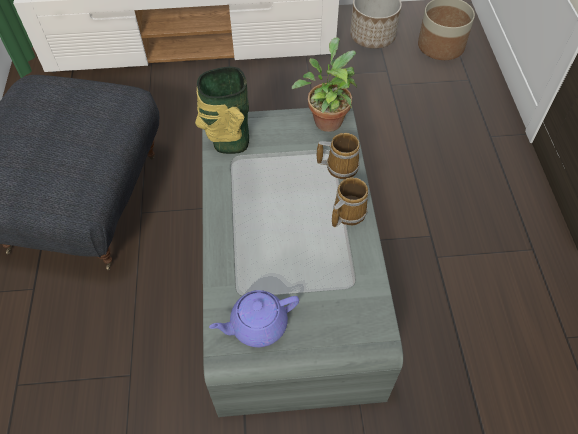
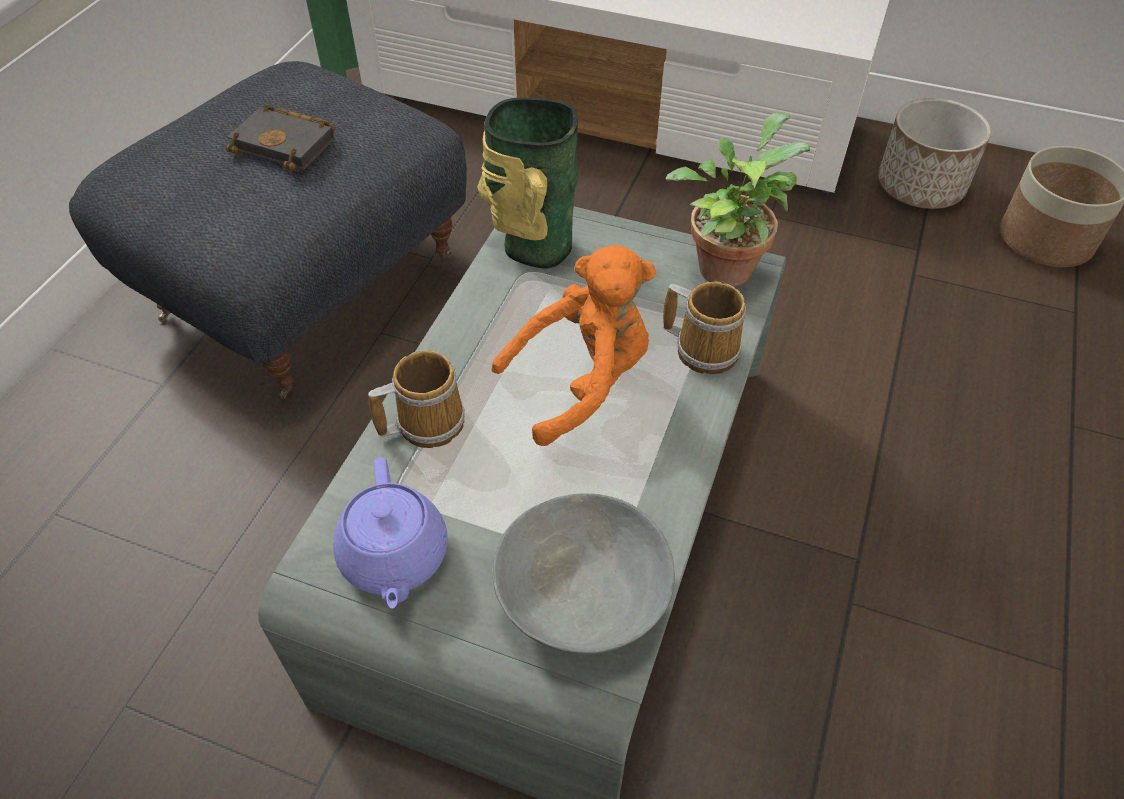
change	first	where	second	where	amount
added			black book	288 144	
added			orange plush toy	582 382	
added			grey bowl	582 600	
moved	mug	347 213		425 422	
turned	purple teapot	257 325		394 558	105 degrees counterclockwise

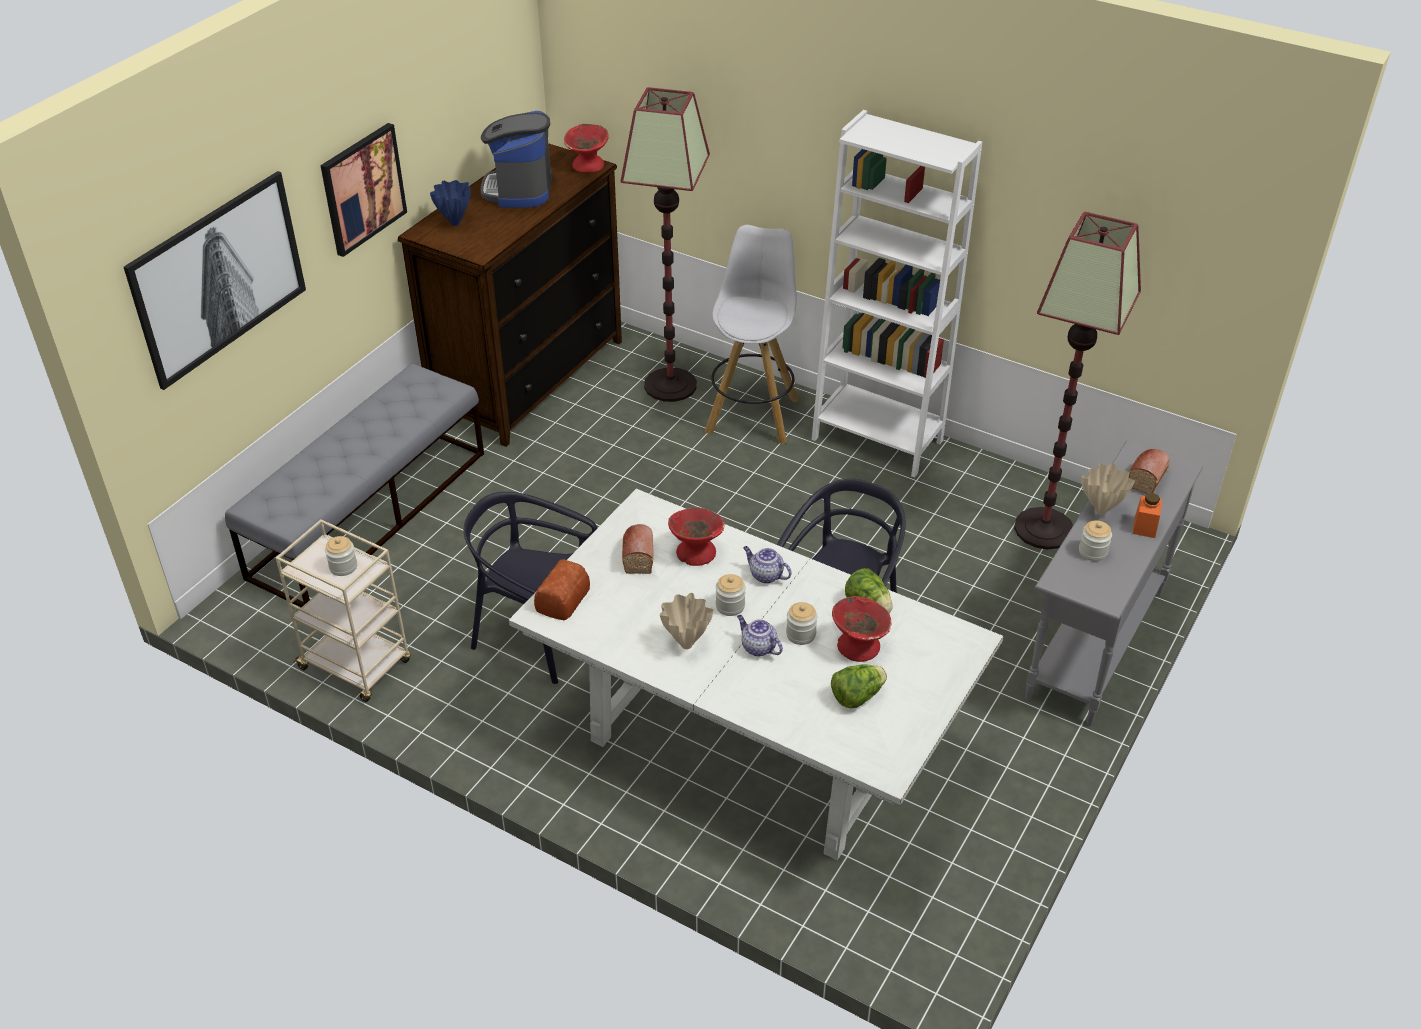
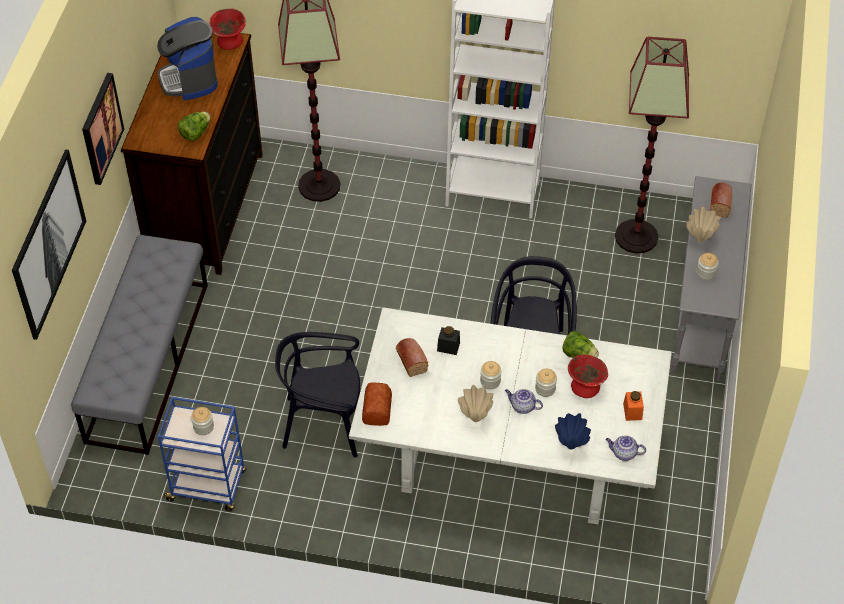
change	first	where	second	where	amount
removed	white stool	752 415			
moved	blue vase	455 222		570 445	
moved	teapot	765 575		623 453	
moved	lettuce	857 696		195 133	
moved	orange jar	1145 527		632 411	
replaced	red bowl	696 552	black jar	448 347	
recoloured	beige cart	357 666	blue cart	208 486	

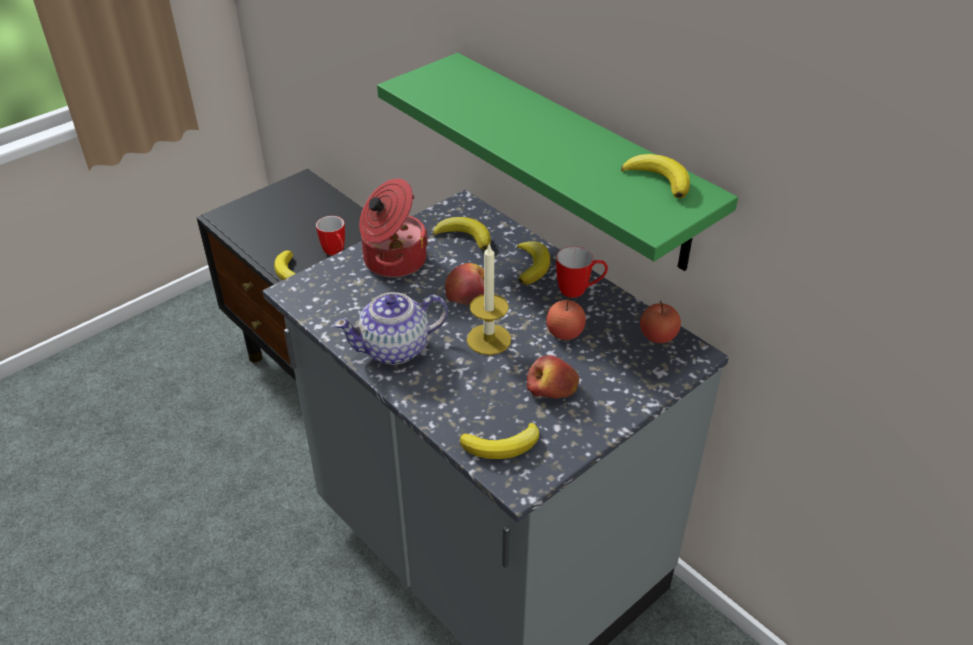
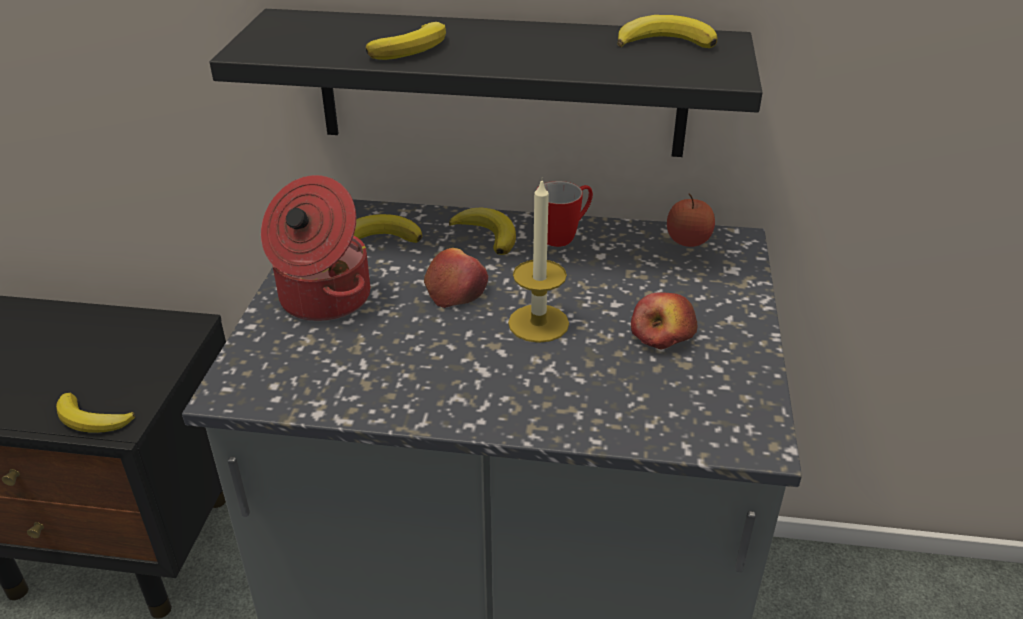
change	first	where	second	where	amount
removed	mug	336 253			
removed	teapot	396 348			
removed	apple	565 333			
moved	banana	502 446		413 48	
recoloured	green shelf	579 161	black shelf	501 84	

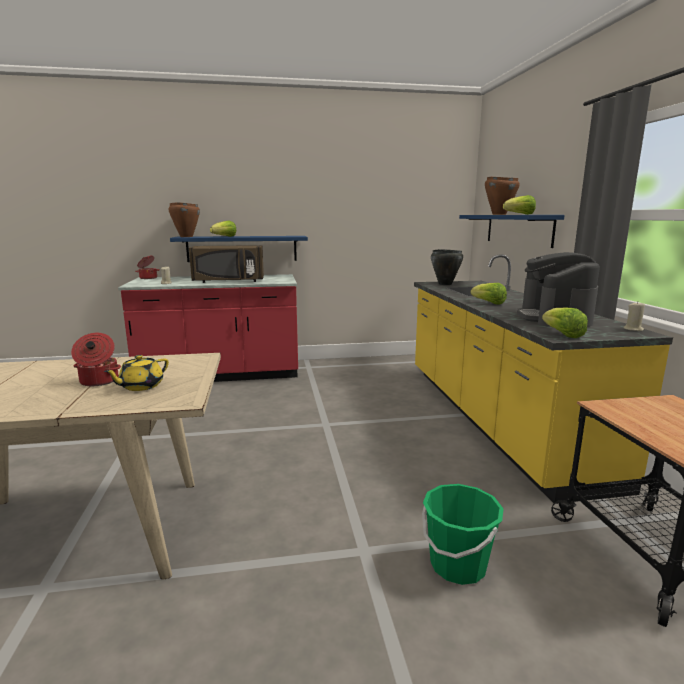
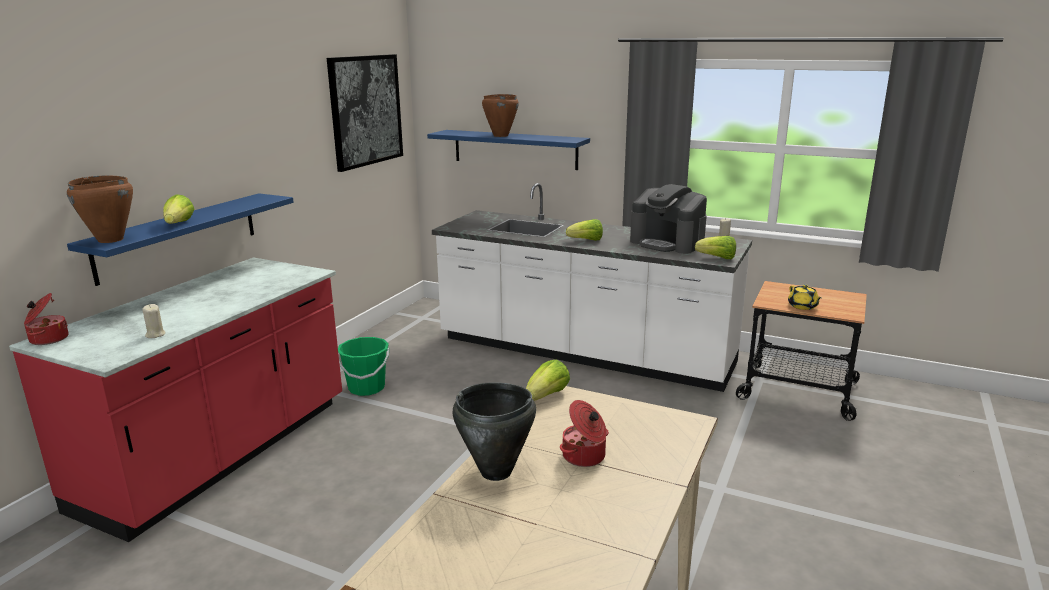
change	first	where	second	where	amount
removed	brown microwave	229 281			
added			picture	366 110	
moved	yellow teapot	140 386		803 306	
moved	green bucket	457 565		366 388	
moved	black cooking pot	445 284		496 472	
moved	lettuce	520 214		547 396	
recoloured	yellow counter	494 418	white counter	584 352	

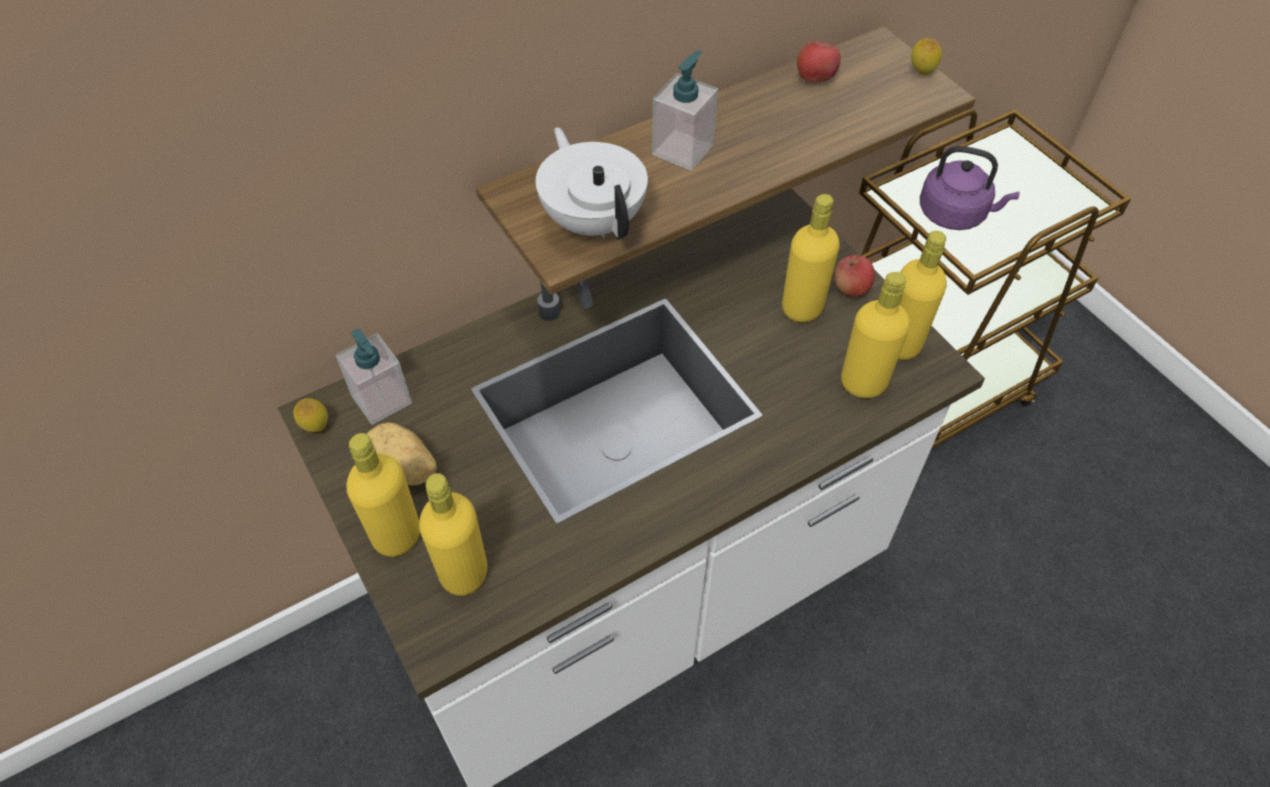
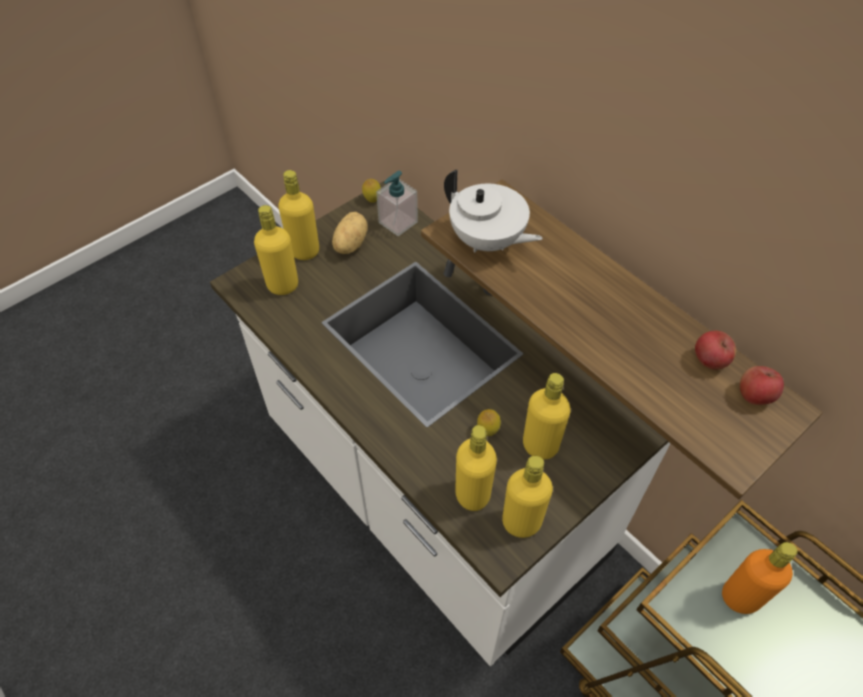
change	first	where	second	where	amount
removed	soap dispenser	683 149			
moved	apple	851 289		754 396	
moved	lemon	921 73		487 431	
replaced	purple kettle	955 214	orange bottle	740 597	
turned	white teapot	593 220		487 241	75 degrees clockwise

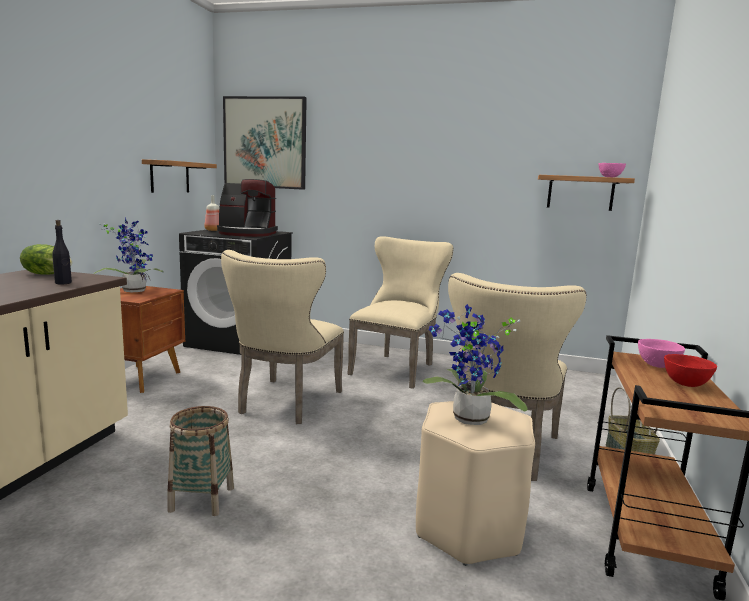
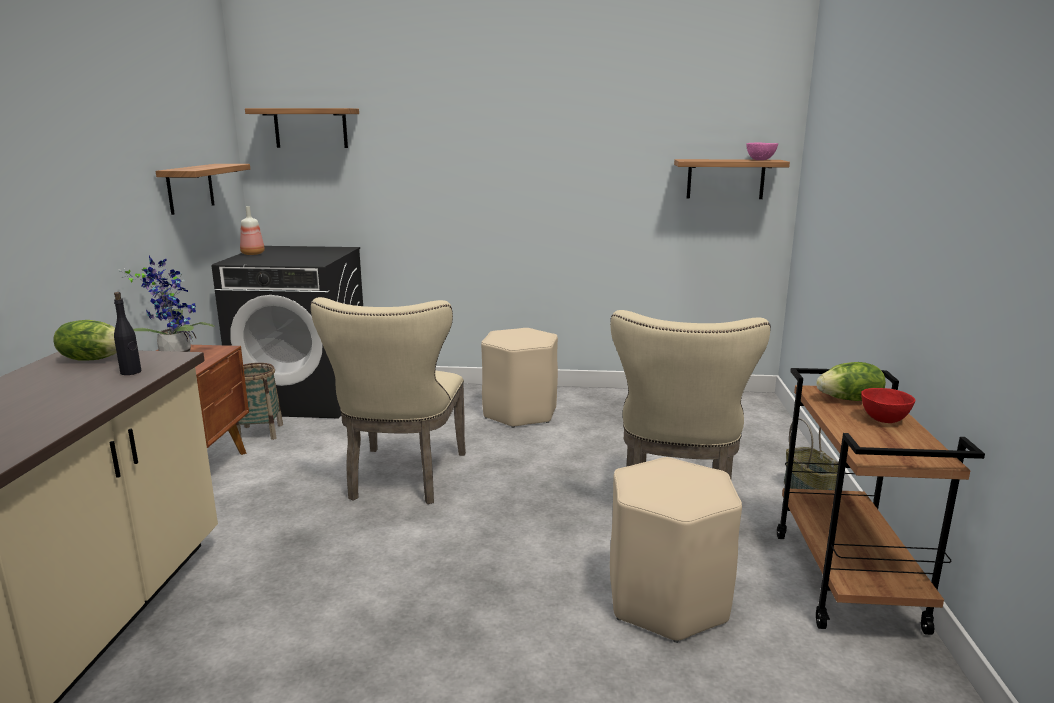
change	first	where	second	where	amount
removed	coffee machine	246 233			
removed	potted plant	467 420			
moved	basket	201 499		260 432	
replaced	picture	265 143	shelf	310 128	
replaced	beige chair	396 368	beige stool	520 413	
replaced	pink bowl	658 366	lettuce	850 399	

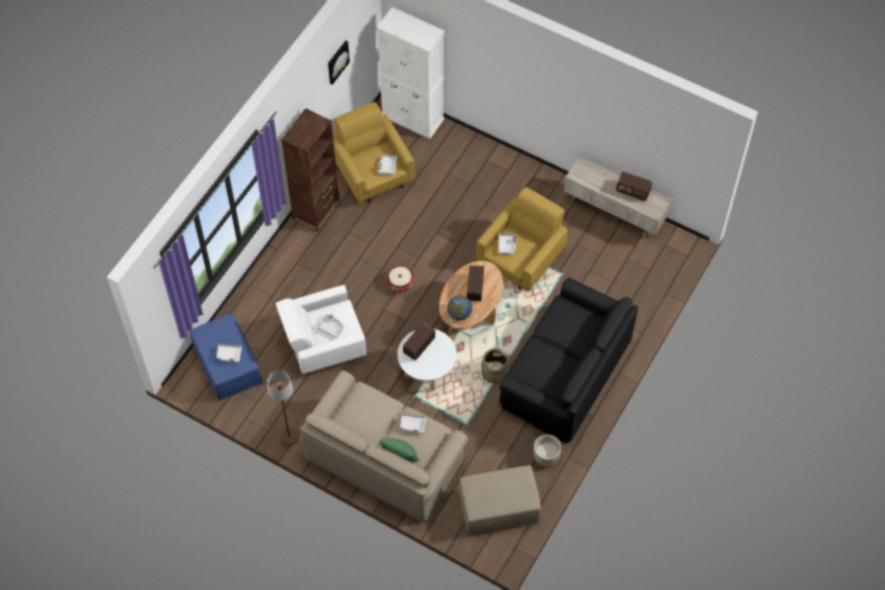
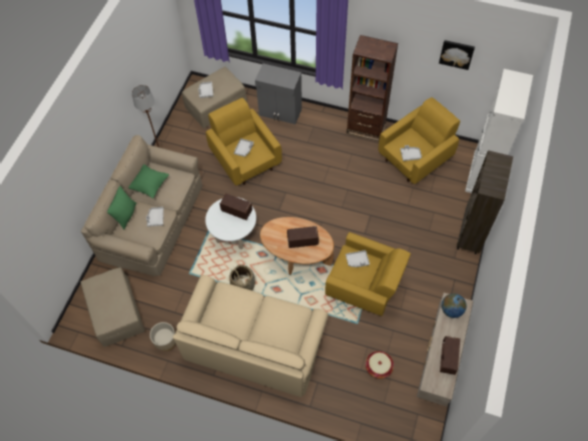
change	first	where	second	where	amount
added			green pillow	150 185	
added			grey cabinet	280 112	
added			brown bookcase	470 236	
moved	basket	400 283		378 367	
moved	globe	459 314		451 310	
recoloured	blue ottoman	227 364	beige ottoman	216 105	
recoloured	white armchair	323 343	yellow armchair	245 159	
recoloured	black sofa	565 372	beige sofa	254 343	

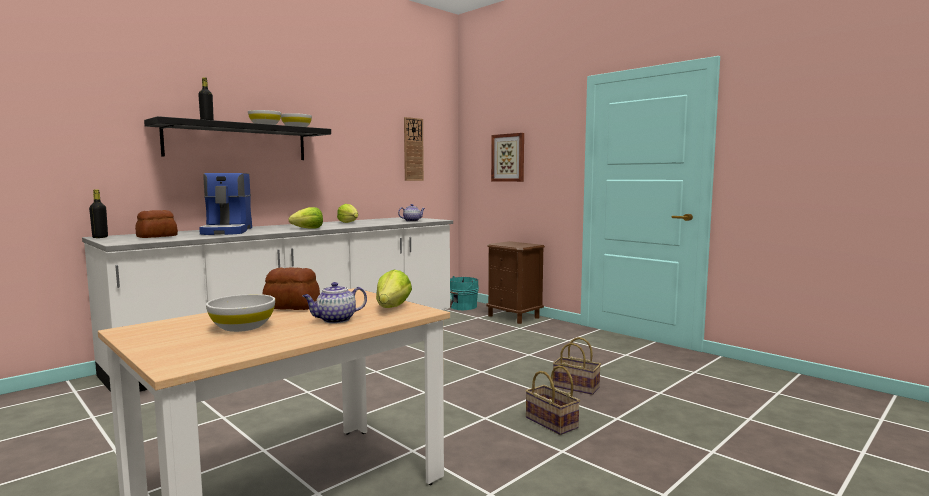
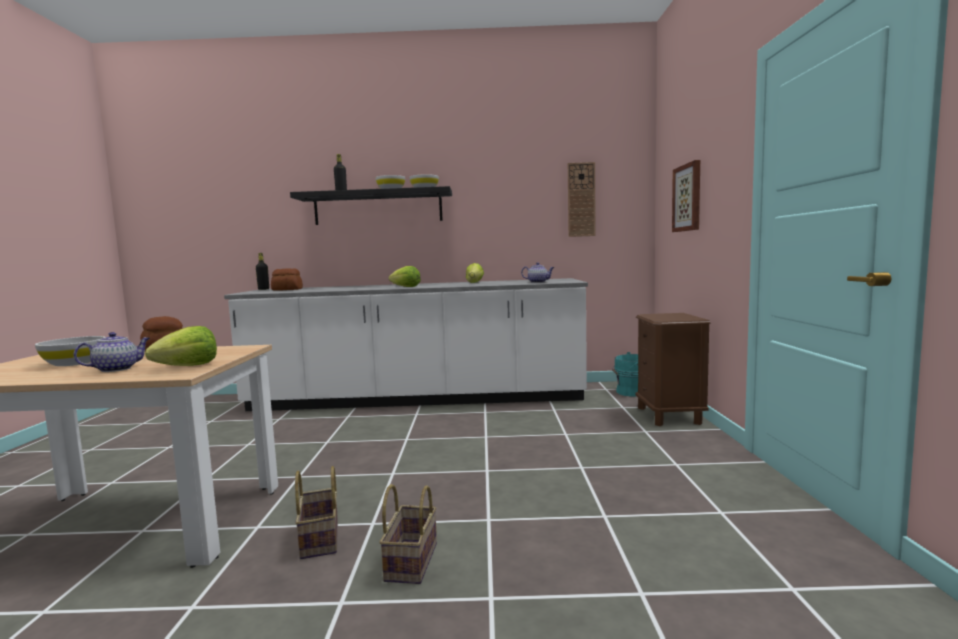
change	first	where	second	where	amount
removed	coffee machine	228 231			
moved	basket	577 387		321 539	
turned	teapot	335 320		117 369	120 degrees clockwise

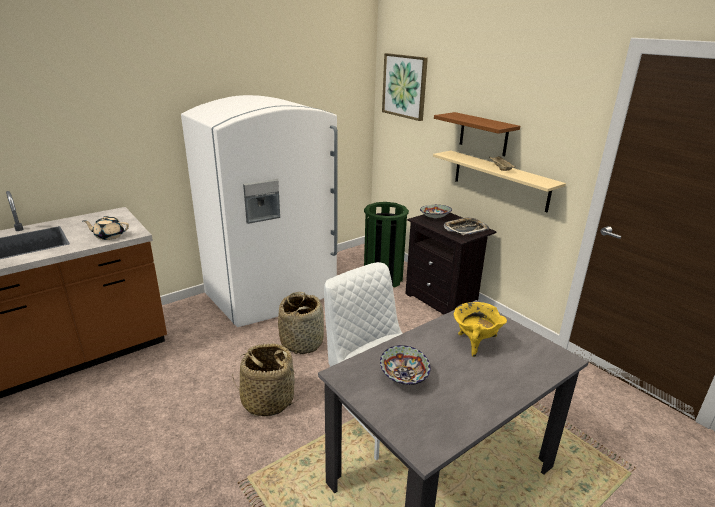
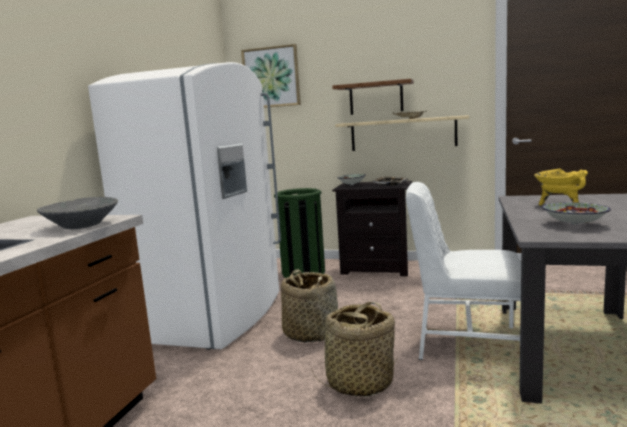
change	first	where	second	where	amount
replaced	beige teapot	109 236	grey bowl	82 225	

